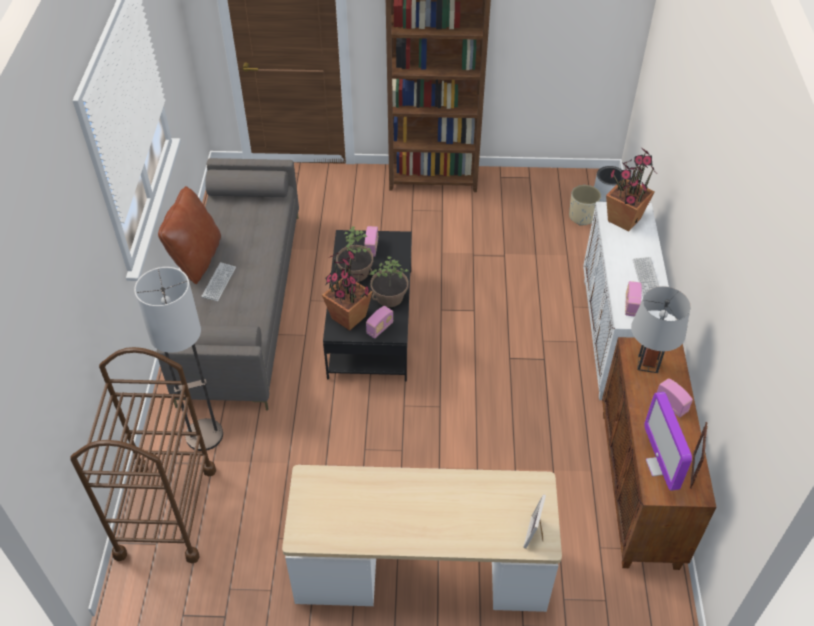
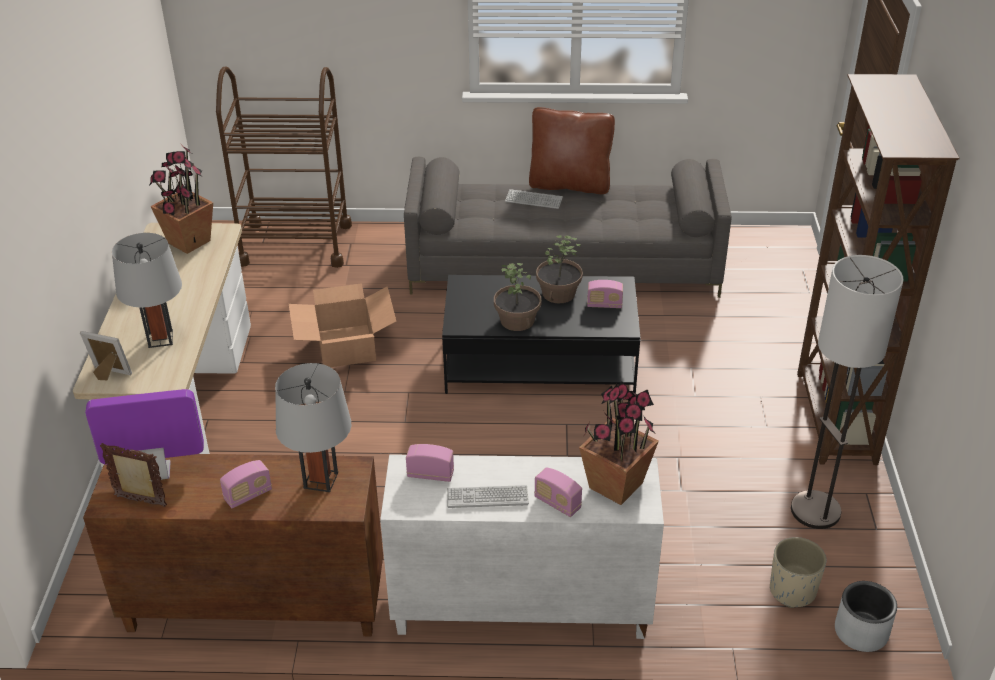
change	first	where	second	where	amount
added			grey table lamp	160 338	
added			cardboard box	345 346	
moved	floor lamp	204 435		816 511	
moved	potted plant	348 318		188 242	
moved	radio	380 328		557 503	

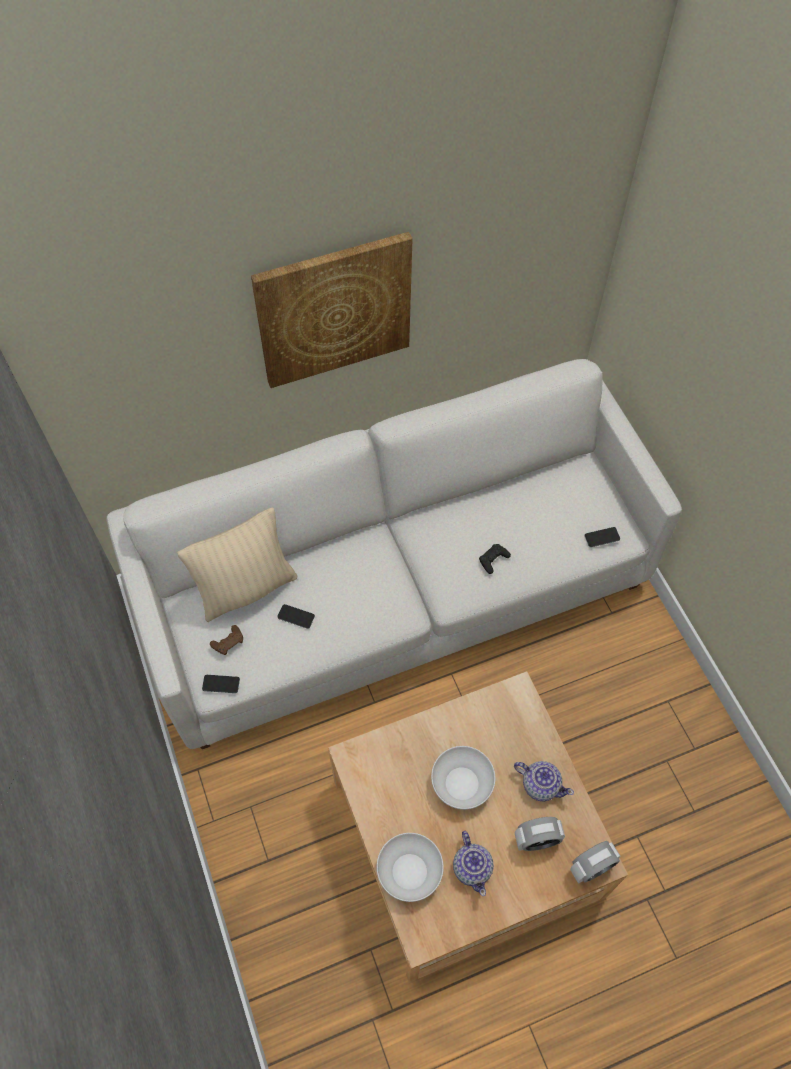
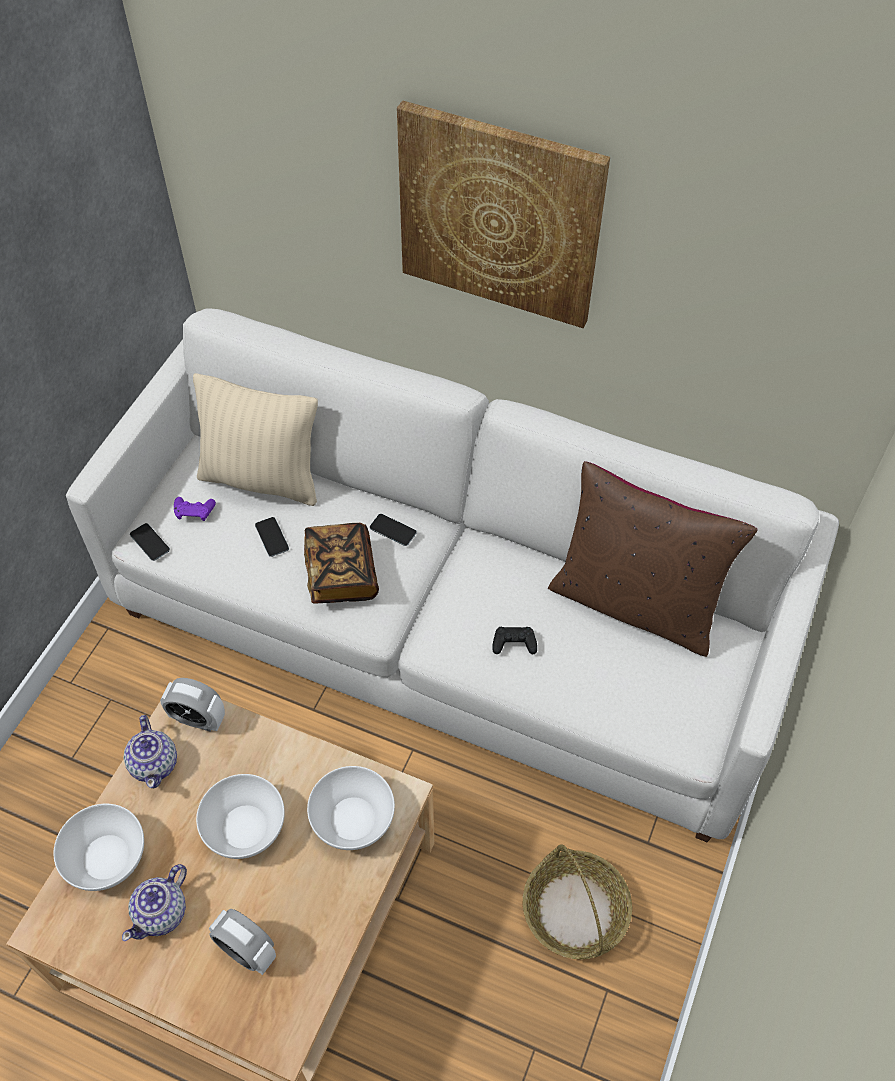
change	first	where	second	where	amount
added			book	341 574	
added			white bowl	353 819	
added			basket	575 911	
added			brown pillow	636 602	
moved	teapot	540 784		155 763	
moved	alarm clock	590 867		198 719	
moved	phone	602 537		393 530	
recoloured	brown game controller	228 642	purple game controller	194 511	

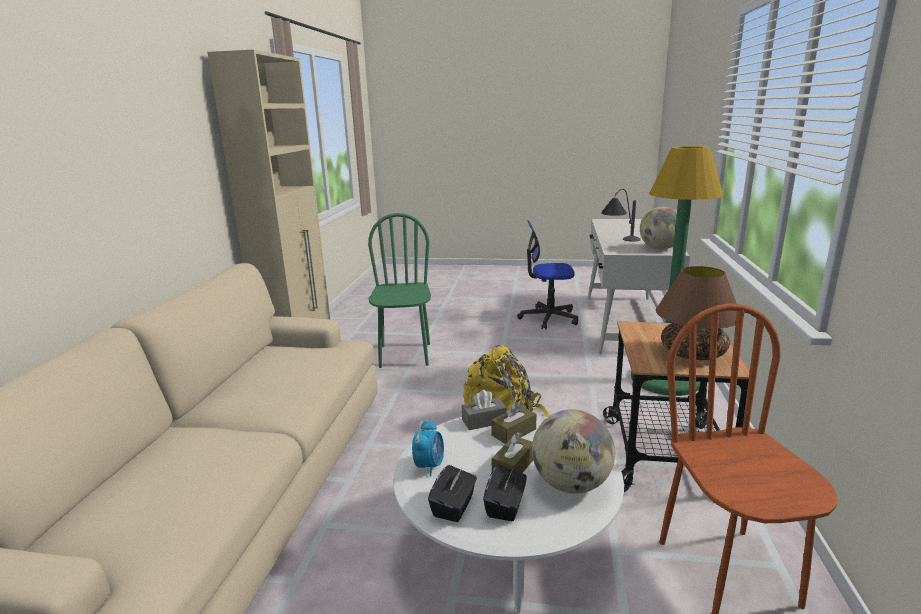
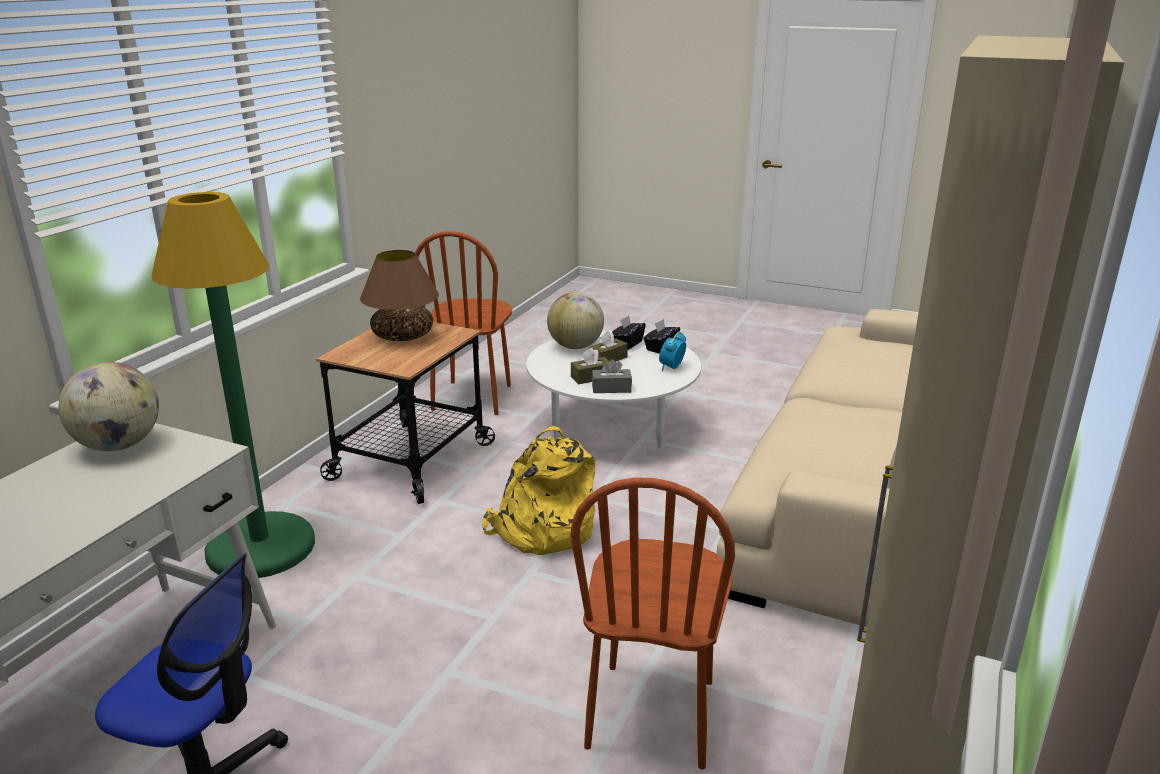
change	first	where	second	where	amount
removed	table lamp	619 242			
recoloured	green chair	404 355	brown chair	652 714	

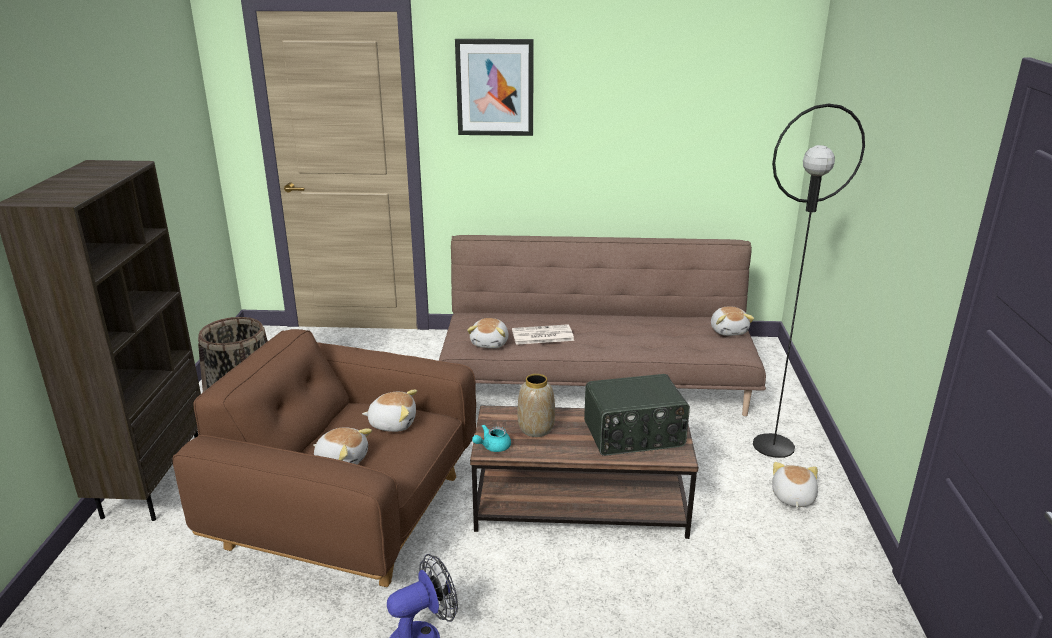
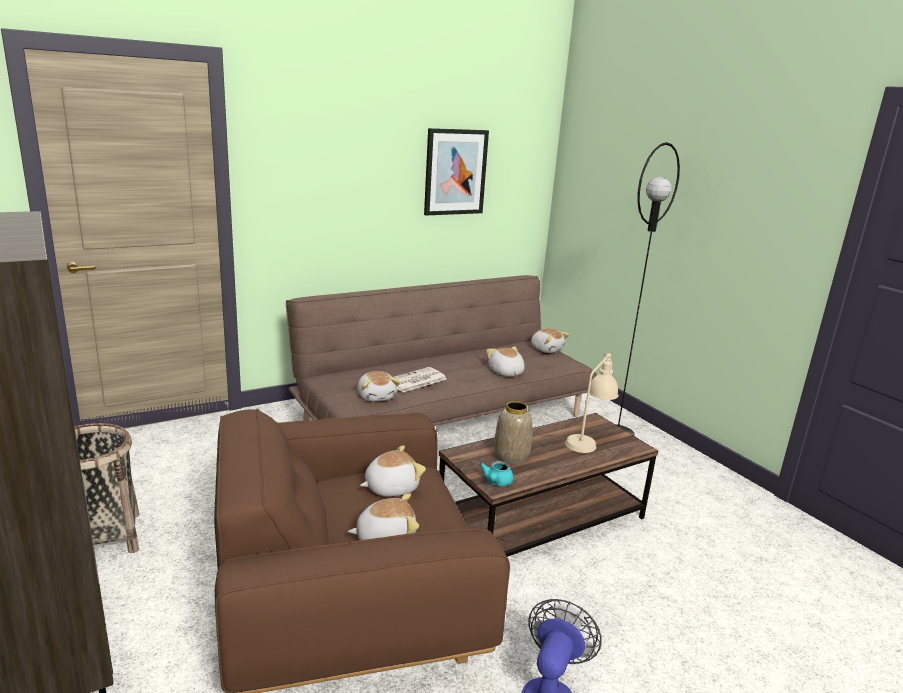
change	first	where	second	where	amount
moved	picture	495 87		455 172	
moved	plush toy	792 497		505 372	
replaced	radio	634 435	beige table lamp	588 440	

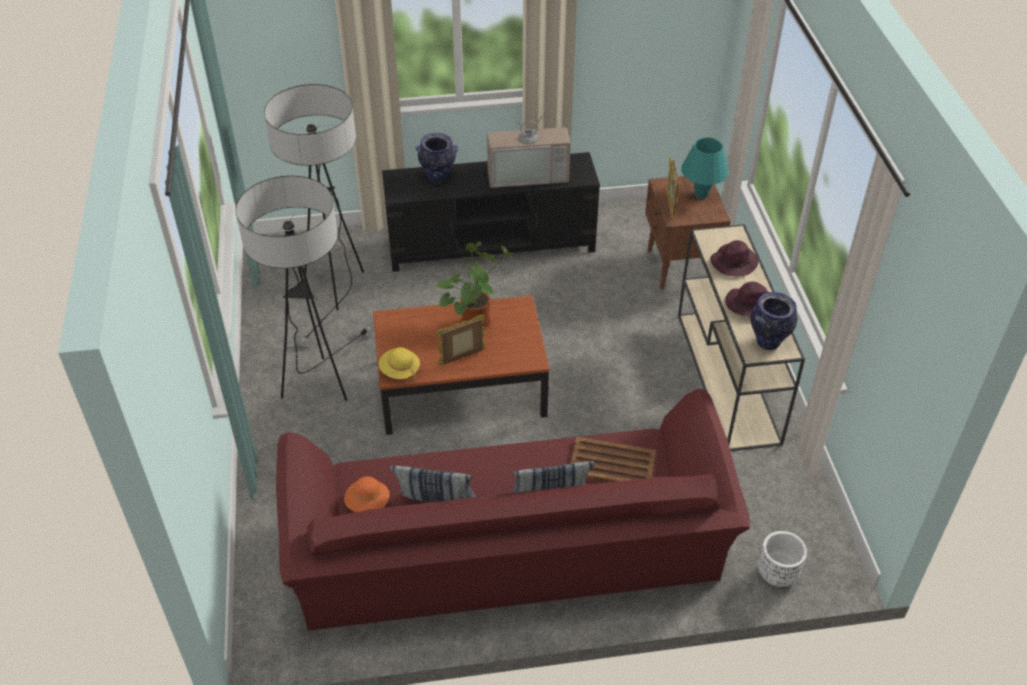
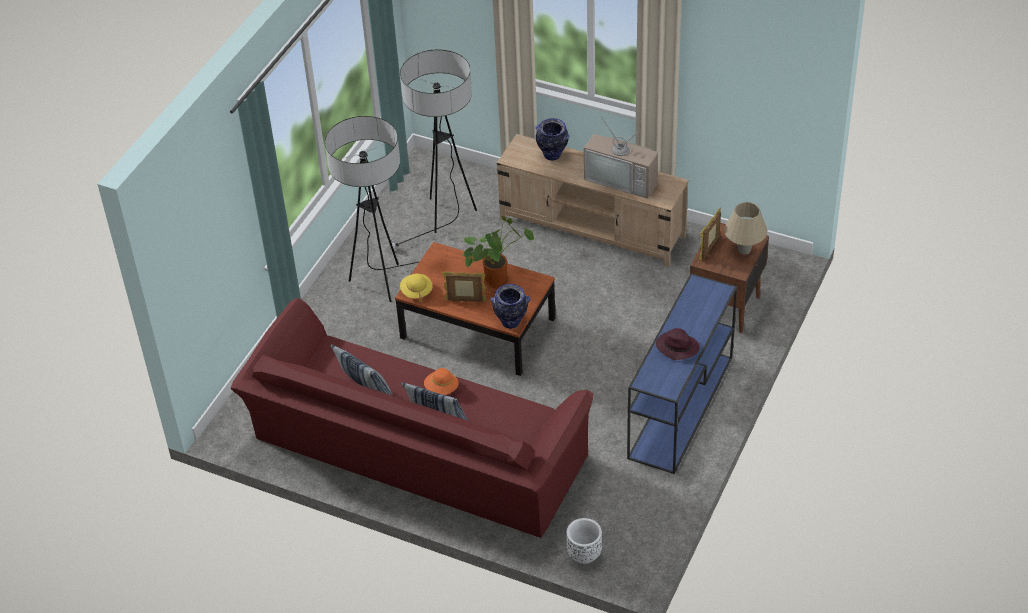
change	first	where	second	where	amount
removed	brown tray	612 464			
removed	purple hat	734 262			
moved	orange hat	368 503		441 389	
moved	vase	768 342		511 322	
recoloured	black tv stand	492 244	beige tv stand	592 228	
recoloured	beige console table	728 378	blue console table	680 409	
recoloured	turquoise table lamp	701 194	beige table lamp	744 250	

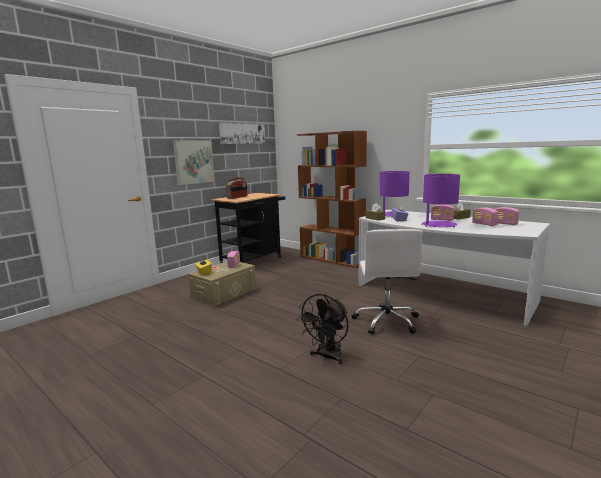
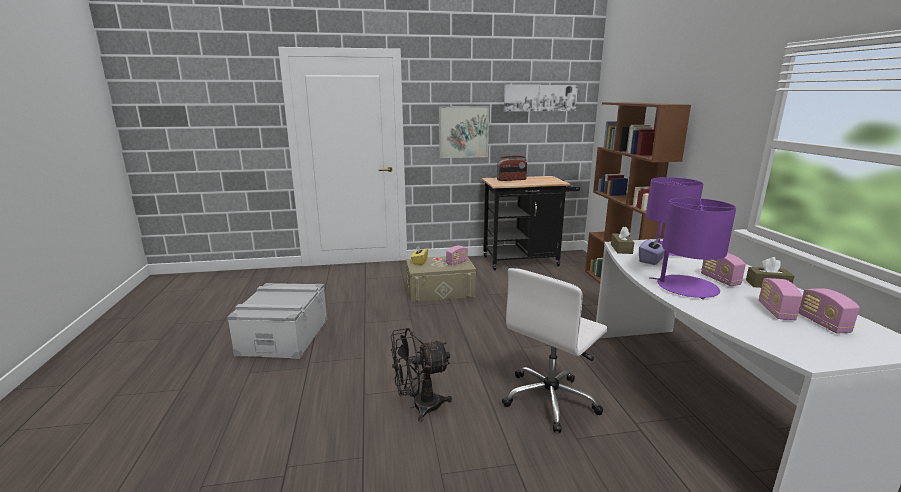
change	first	where	second	where	amount
added			grey storage box	284 336	

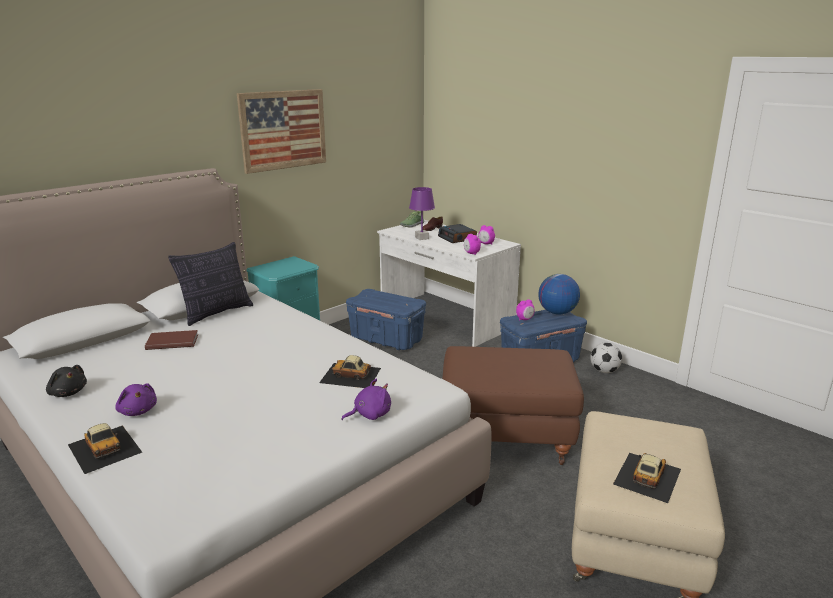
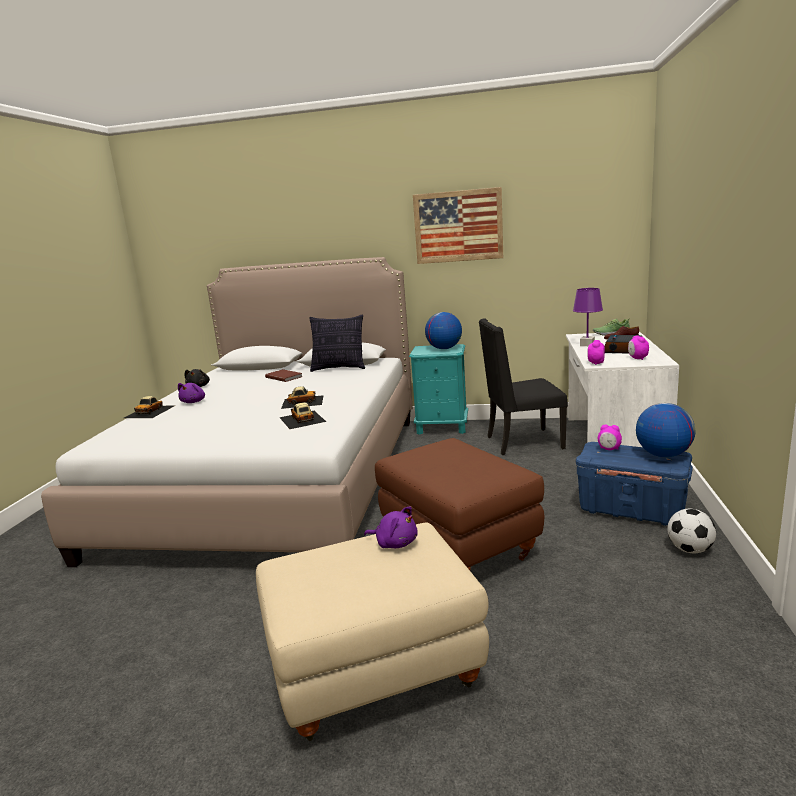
change	first	where	second	where	amount
added			globe	444 348	
moved	purple plush toy	370 414		395 543	
moved	toy car	647 476		302 401	
replaced	blue storage box	386 339	black chair	522 442	

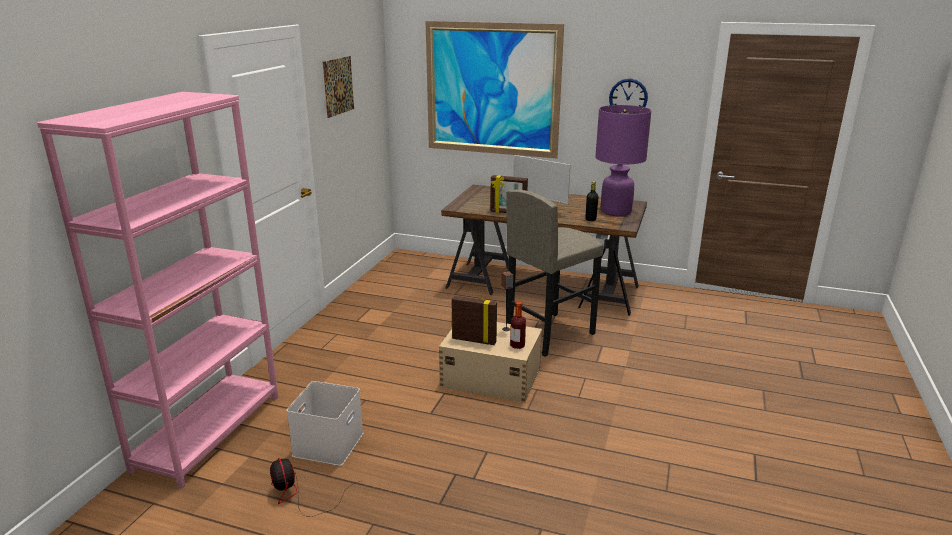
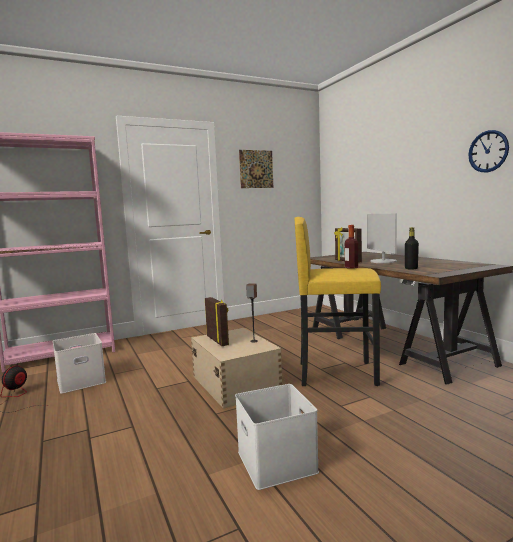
change	first	where	second	where	amount
removed	picture	492 90			
removed	purple table lamp	615 212			
added			white storage box	278 462	
moved	bottle	517 345		351 267	
recoloured	grey stool	549 334	yellow stool	336 373	

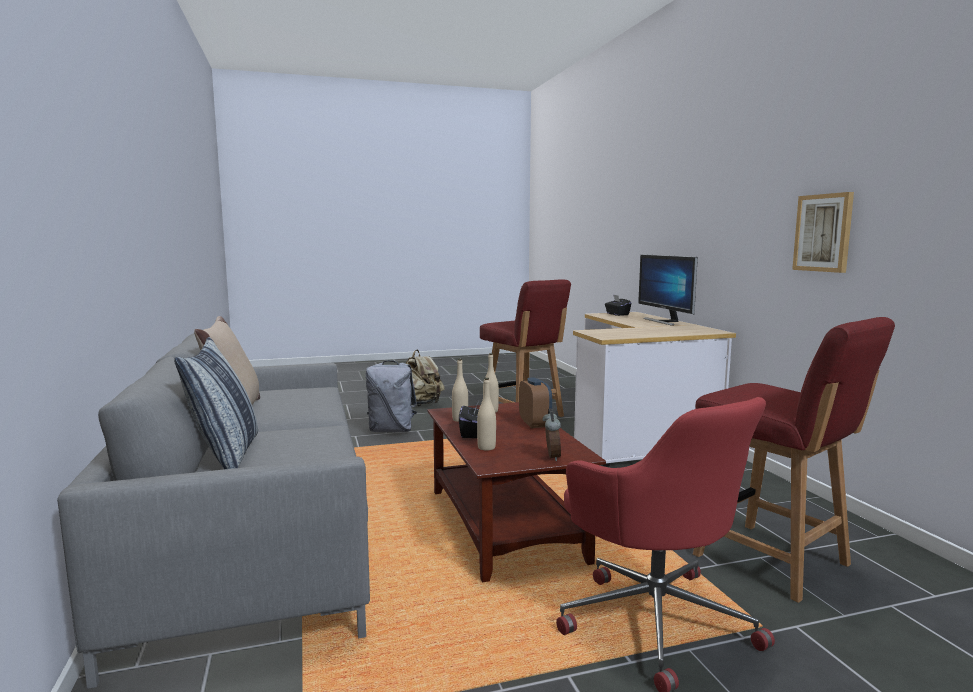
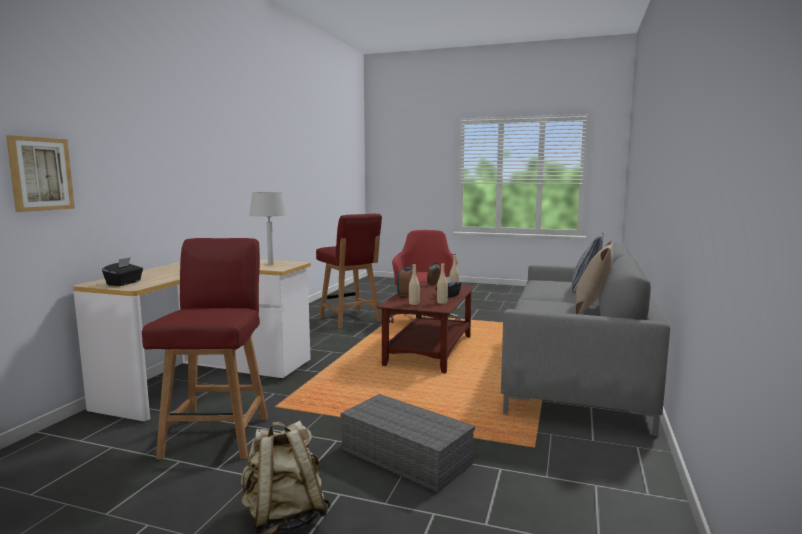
change	first	where	second	where	amount
removed	monitor	665 321			
added			grey table lamp	271 264	
moved	picture	823 233		40 174	
replaced	grey backpack	392 430	grey storage box	403 457	
turned	red chair	774 561		350 319	150 degrees clockwise

